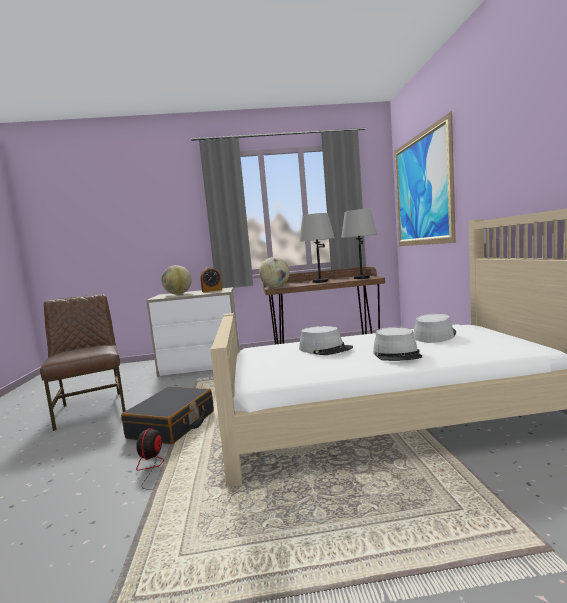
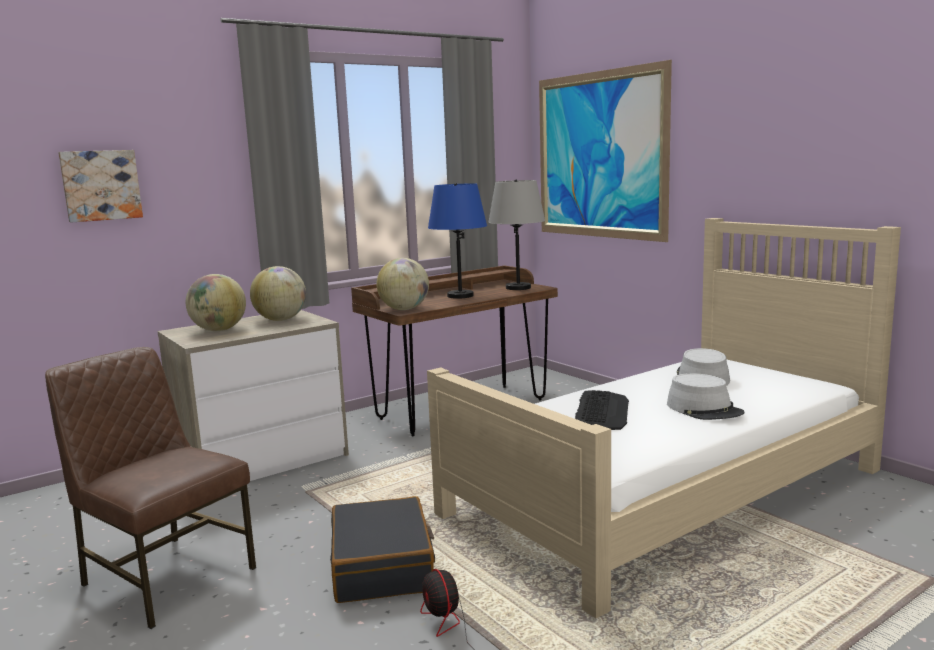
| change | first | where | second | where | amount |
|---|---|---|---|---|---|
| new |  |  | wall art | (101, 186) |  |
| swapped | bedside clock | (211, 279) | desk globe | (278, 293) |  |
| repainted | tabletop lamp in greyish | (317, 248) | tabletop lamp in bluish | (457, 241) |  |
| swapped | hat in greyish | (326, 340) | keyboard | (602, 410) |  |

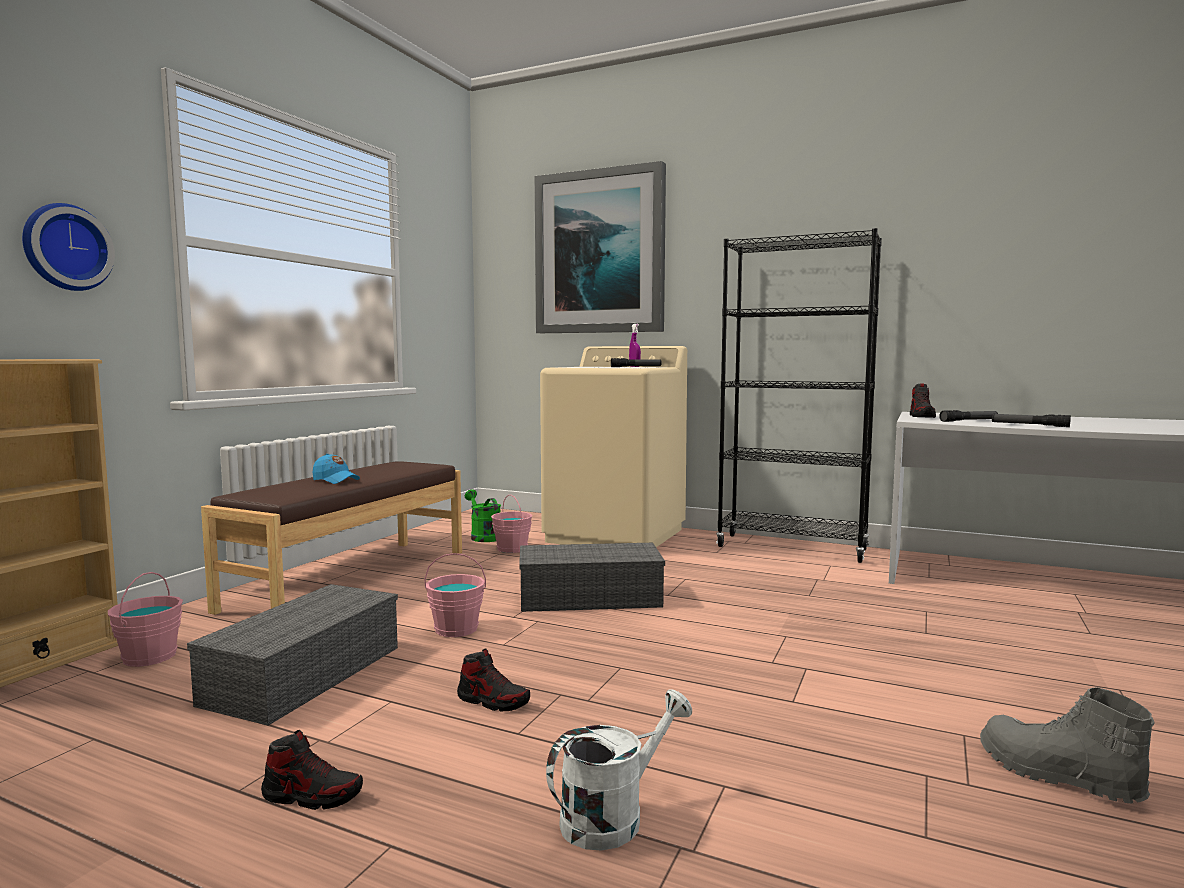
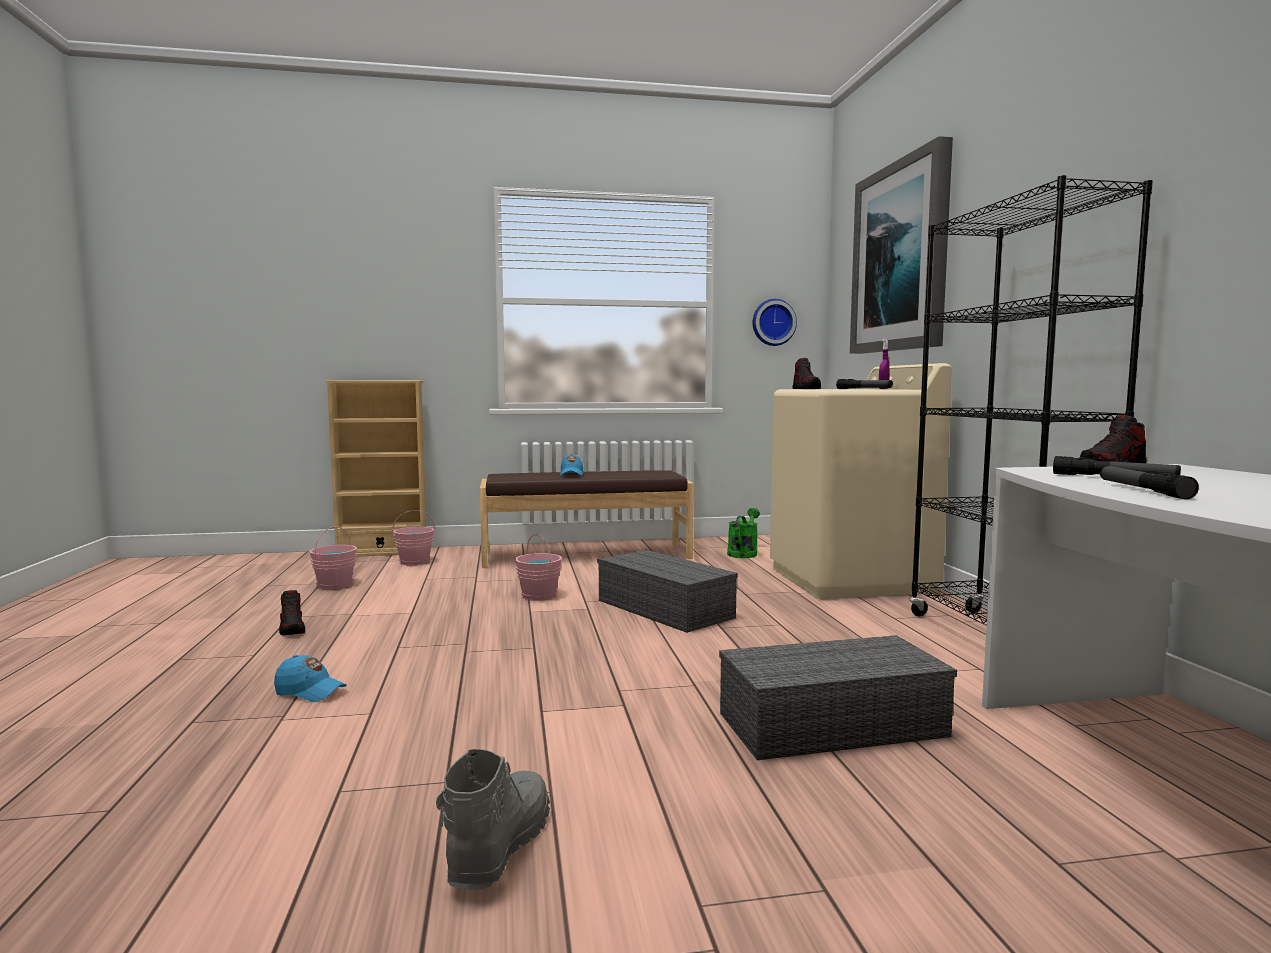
| change | first | where | second | where | amount |
|---|---|---|---|---|---|
| swapped | watering pot in whitish | (619, 770) | baseball cap in bluish | (310, 678) |  |
| shifted | water bucket in pink-coloured | (511, 524) |  | (333, 558) |  |
| shifted | storage box in greyish | (292, 655) |  | (838, 697) |  |
| shifted | wall clock | (68, 247) |  | (775, 322) |  |
| shifted | shoe | (493, 680) |  | (806, 373) |  |

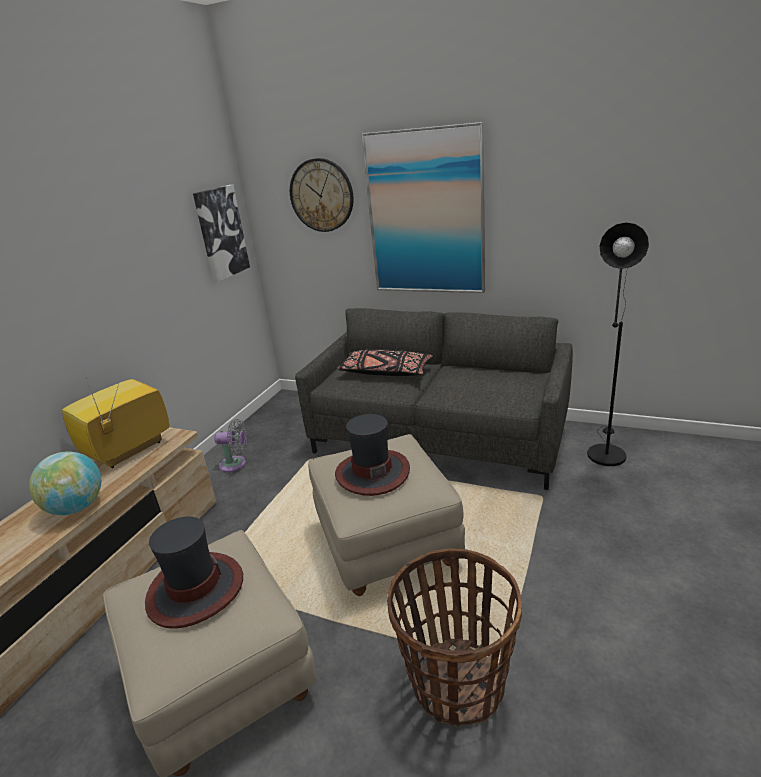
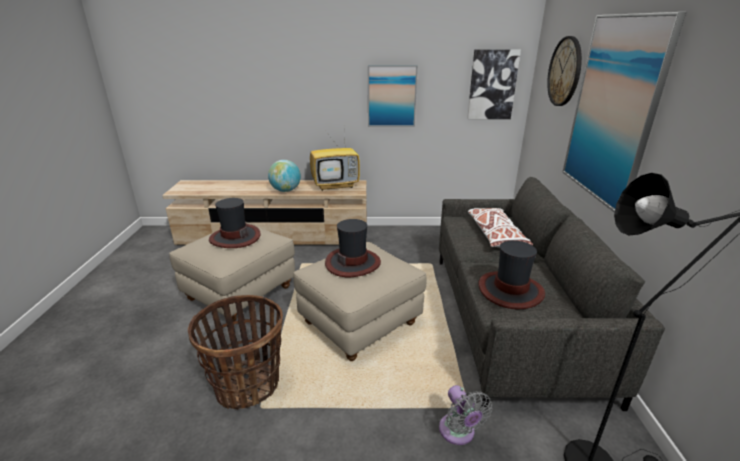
| change | first | where | second | where | amount |
|---|---|---|---|---|---|
| rotated | TV | (115, 419) |  | (335, 159) | 150 degrees clockwise |
| new |  |  | wall art | (393, 96) |  |
| shifted | electric fan in greyish | (230, 445) |  | (465, 415) |  |
| repainted | cushion in black | (385, 362) | cushion in whitish | (500, 228) |  |
| new |  |  | hat | (512, 274) |  |

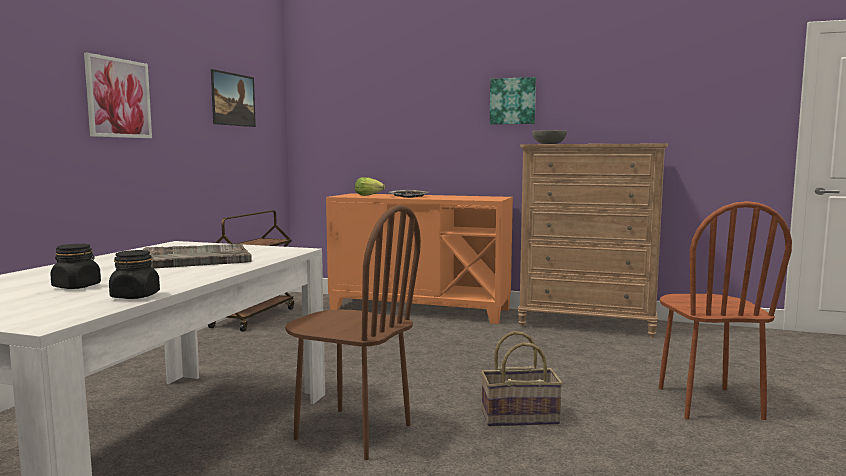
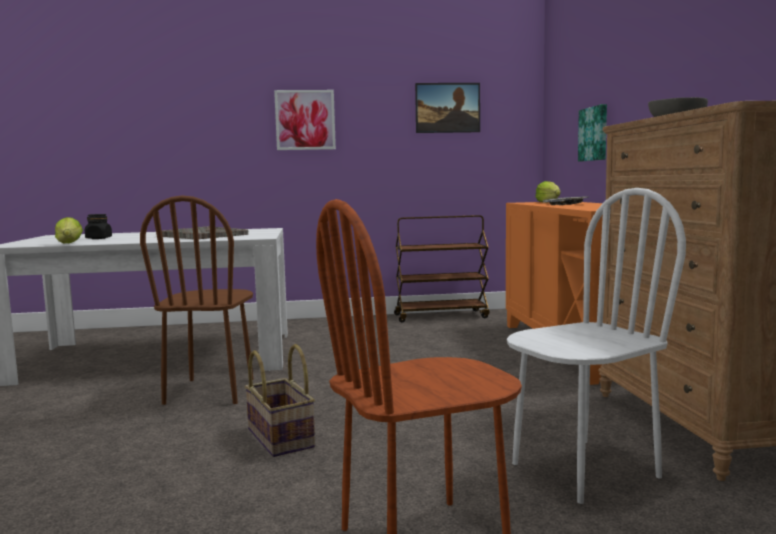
| change | first | where | second | where | amount |
|---|---|---|---|---|---|
| swapped | preserve jar in black | (134, 274) | lettuce head | (69, 230) |  |
| new |  |  | chair in whitish | (596, 346) |  |
| shifted | wall art | (513, 101) |  | (592, 133) |  |

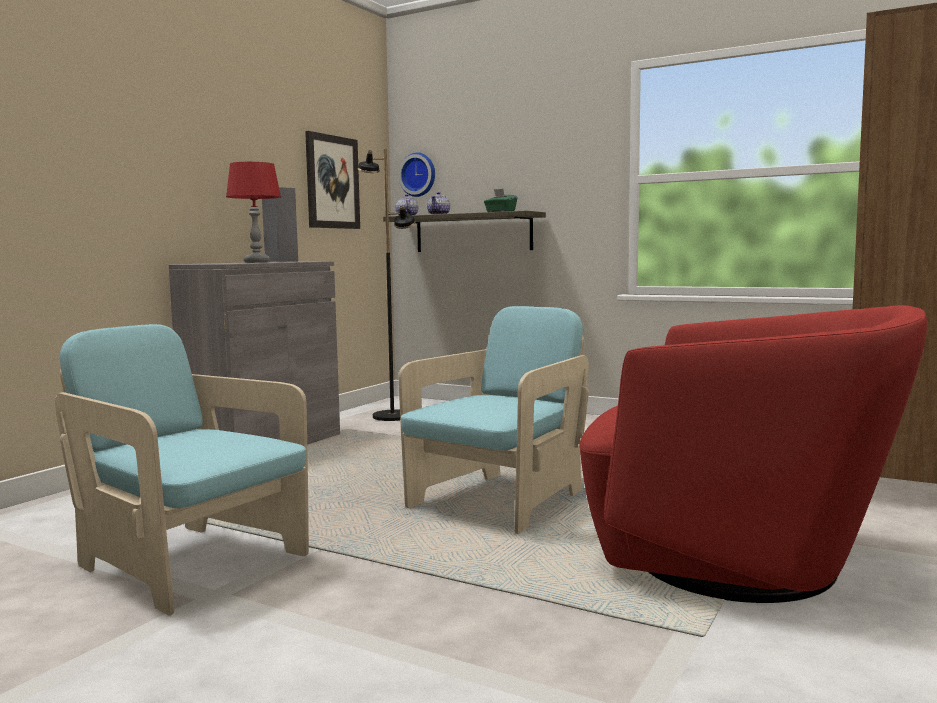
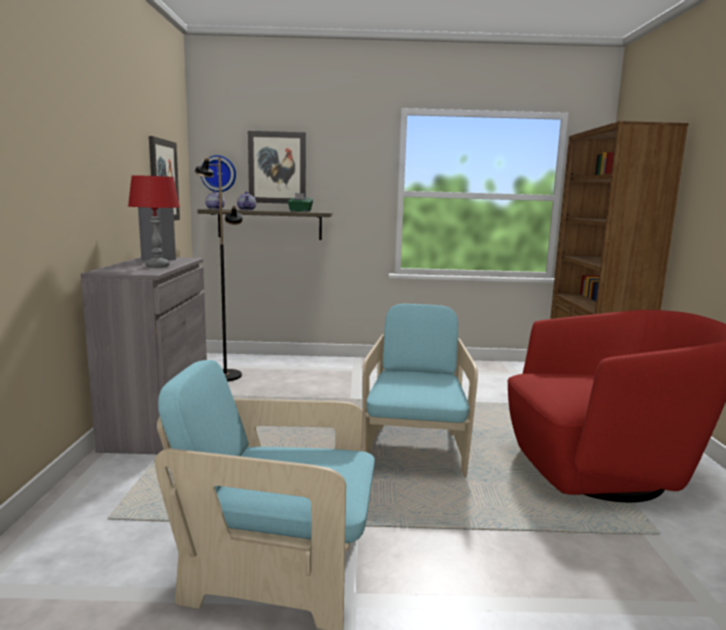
| change | first | where | second | where | amount |
|---|---|---|---|---|---|
| new |  |  | wall art | (277, 167) |  |

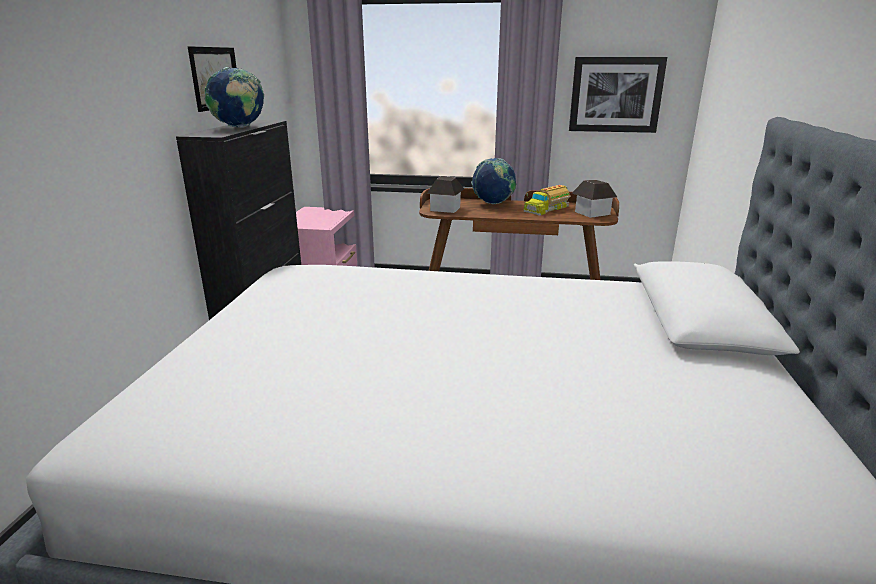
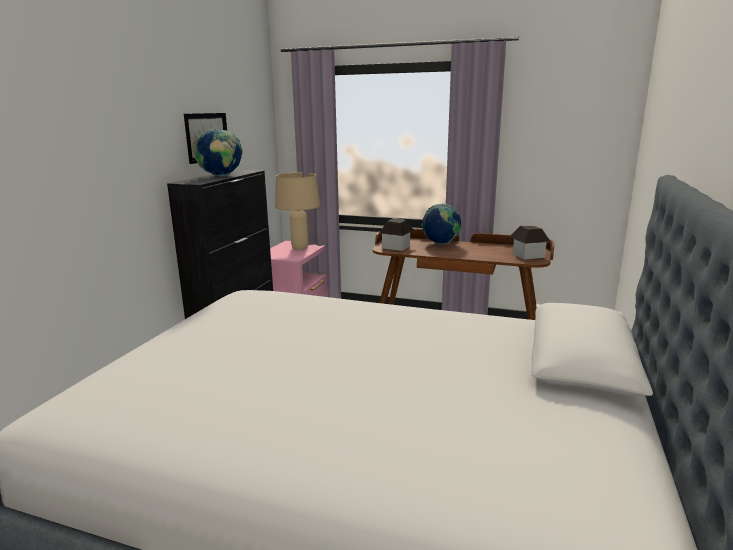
| change | first | where | second | where | amount |
|---|---|---|---|---|---|
| new |  |  | tabletop lamp in beige-coloured | (297, 211) |  |
| gone | model truck | (547, 200) |  |  |  |
| gone | wall art | (618, 95) |  |  |  |

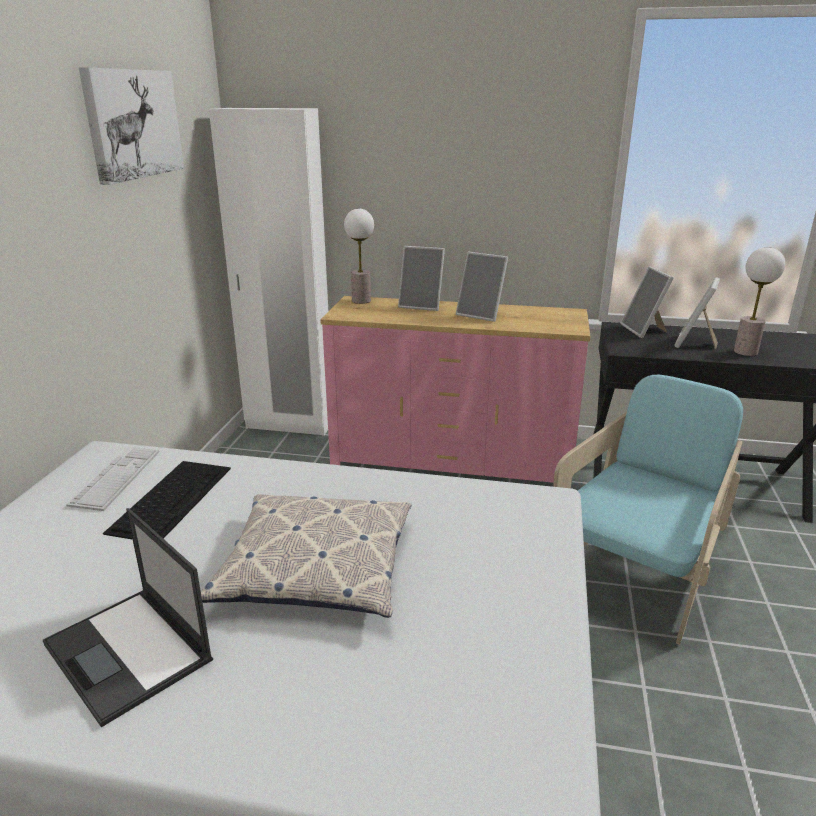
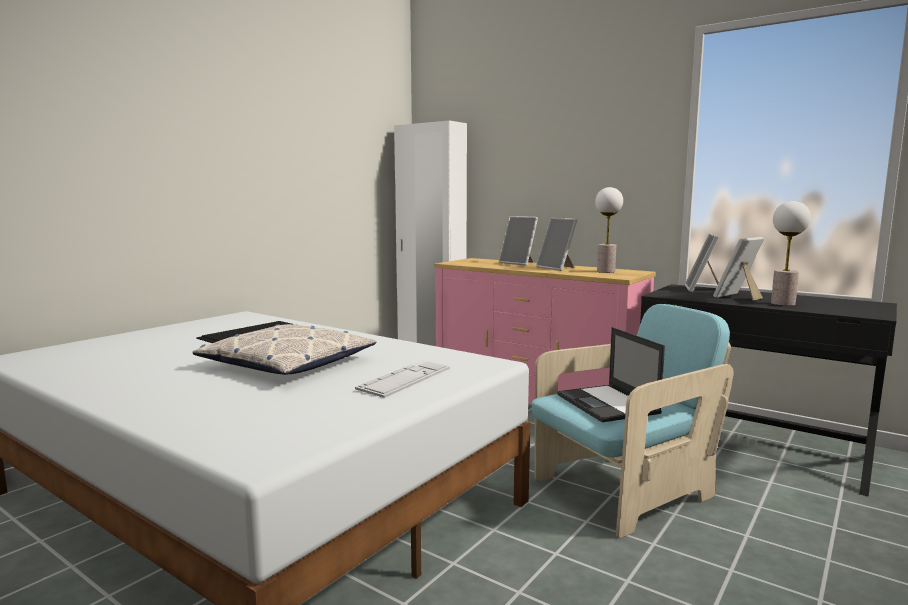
| change | first | where | second | where | amount |
|---|---|---|---|---|---|
| shifted | keyboard | (112, 478) |  | (402, 379) |  |
| shifted | portable computer | (128, 617) |  | (611, 374) |  |
| shifted | tabletop lamp | (359, 256) |  | (609, 230) |  |
| gone | wall art | (131, 126) |  |  |  |

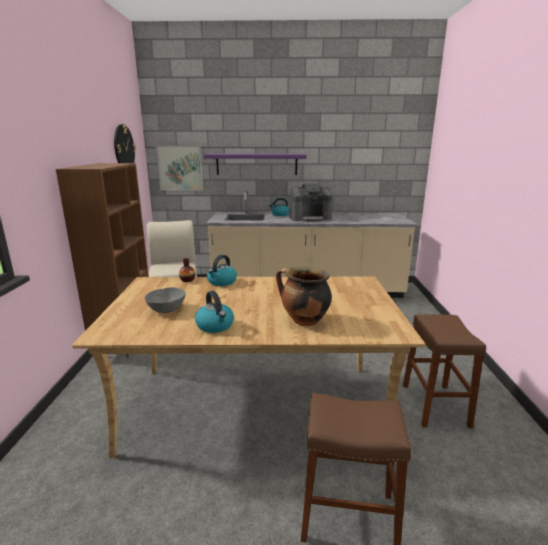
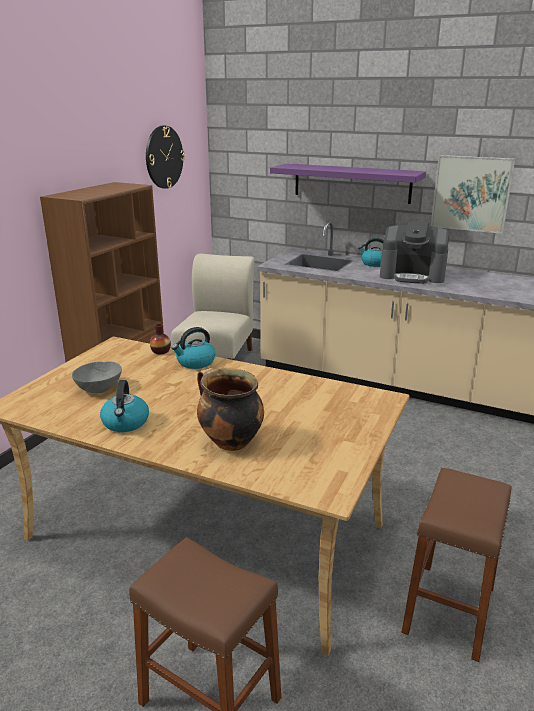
| change | first | where | second | where | amount |
|---|---|---|---|---|---|
| shifted | wall art | (179, 168) |  | (473, 194) |  |

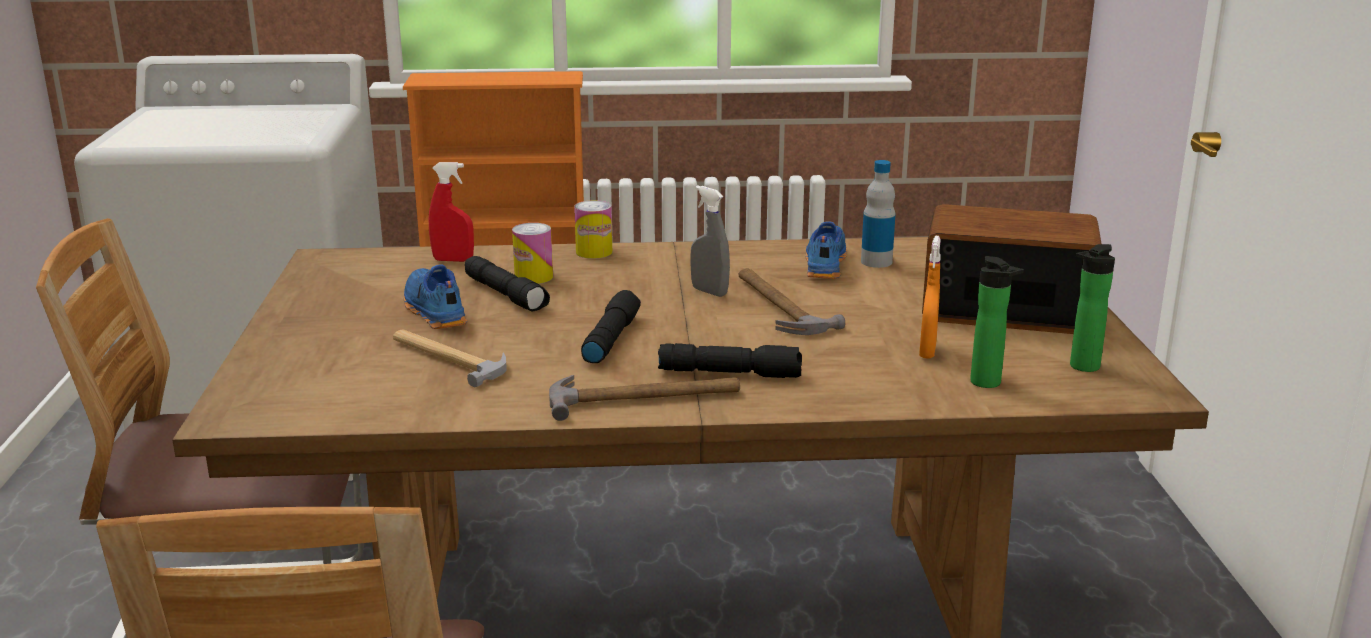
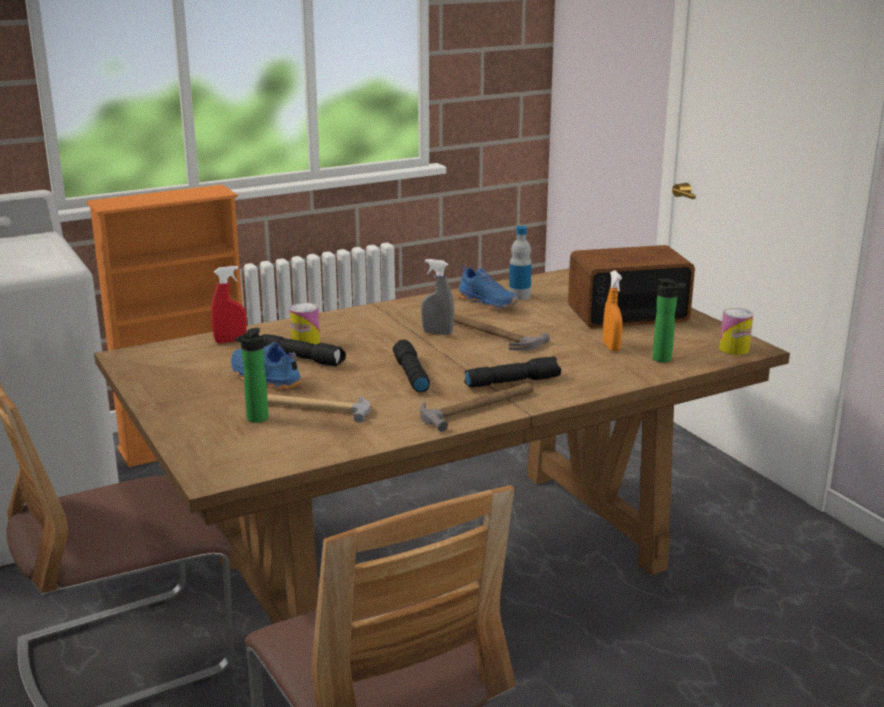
| change | first | where | second | where | amount |
|---|---|---|---|---|---|
| shifted | beverage bottle | (1092, 308) |  | (251, 375) |  |
| rotated | shoe in bluish | (826, 250) |  | (487, 287) | 150 degrees clockwise |
| shifted | sealed can | (593, 229) |  | (736, 331) |  |

